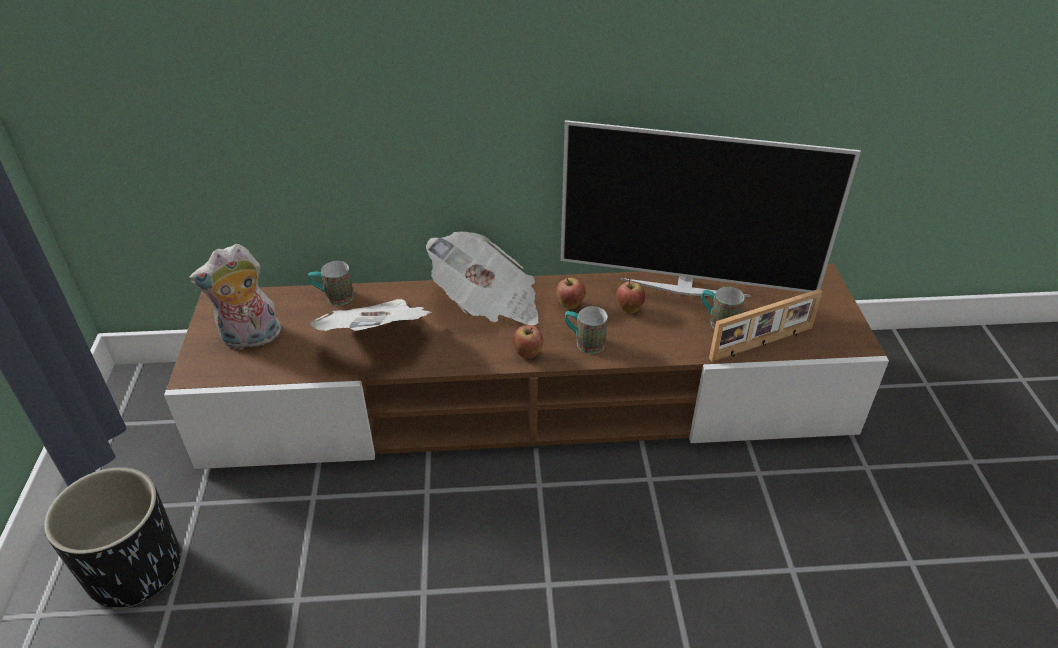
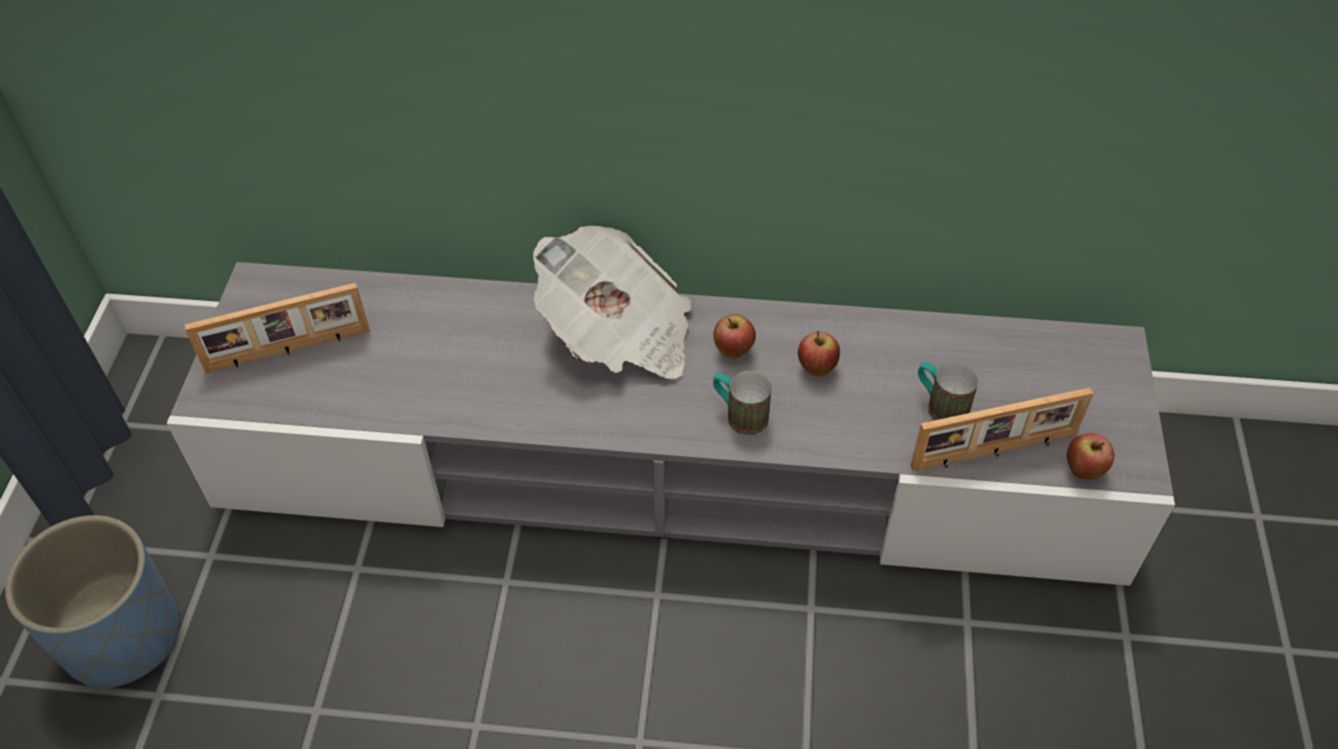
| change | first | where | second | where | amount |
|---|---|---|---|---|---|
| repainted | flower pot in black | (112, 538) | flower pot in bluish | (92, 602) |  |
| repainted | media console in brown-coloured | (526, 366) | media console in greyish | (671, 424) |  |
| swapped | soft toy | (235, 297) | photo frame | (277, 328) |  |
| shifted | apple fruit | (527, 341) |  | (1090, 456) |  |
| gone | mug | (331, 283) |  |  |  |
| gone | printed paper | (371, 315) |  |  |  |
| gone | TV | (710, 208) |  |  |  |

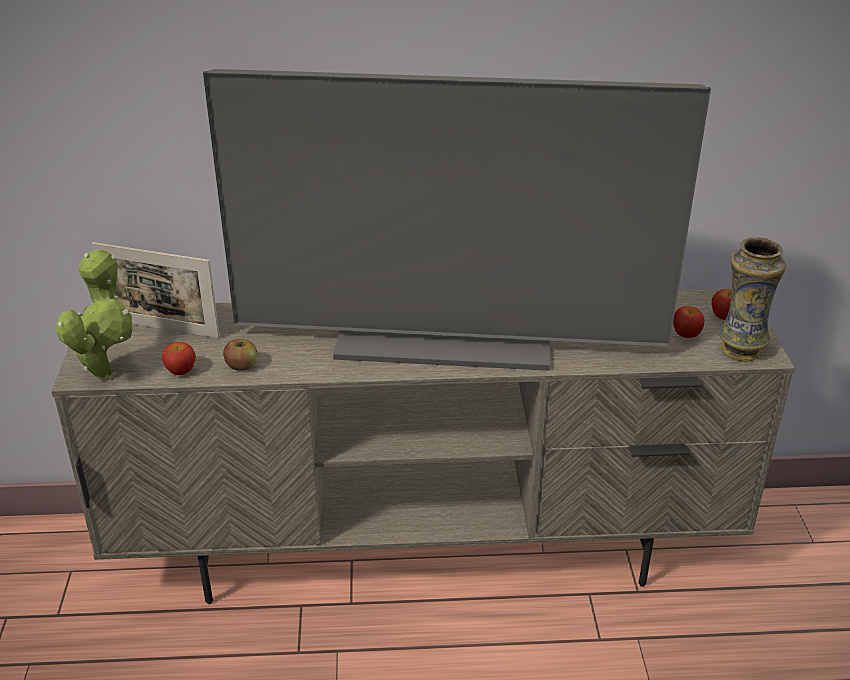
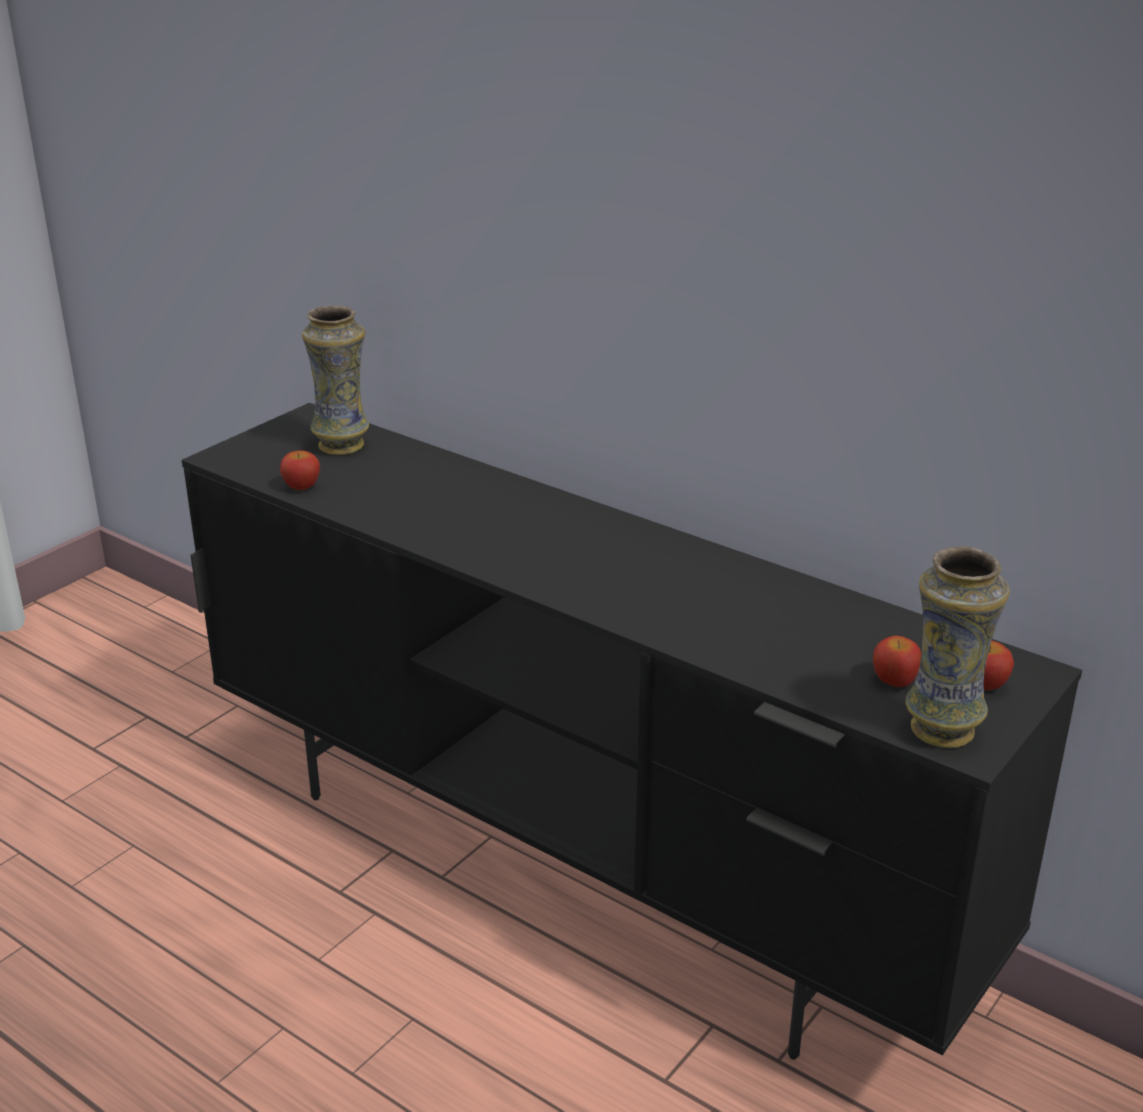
| change | first | where | second | where | amount |
|---|---|---|---|---|---|
| repainted | media console in beige-coloured | (423, 446) | media console in black | (632, 731) |  |
| swapped | photo frame | (156, 290) | flower vase | (335, 380) |  |
| gone | potted plant | (95, 315) |  |  |  |
| gone | TV | (457, 220) |  |  |  |
| gone | apple fruit | (240, 355) |  |  |  |

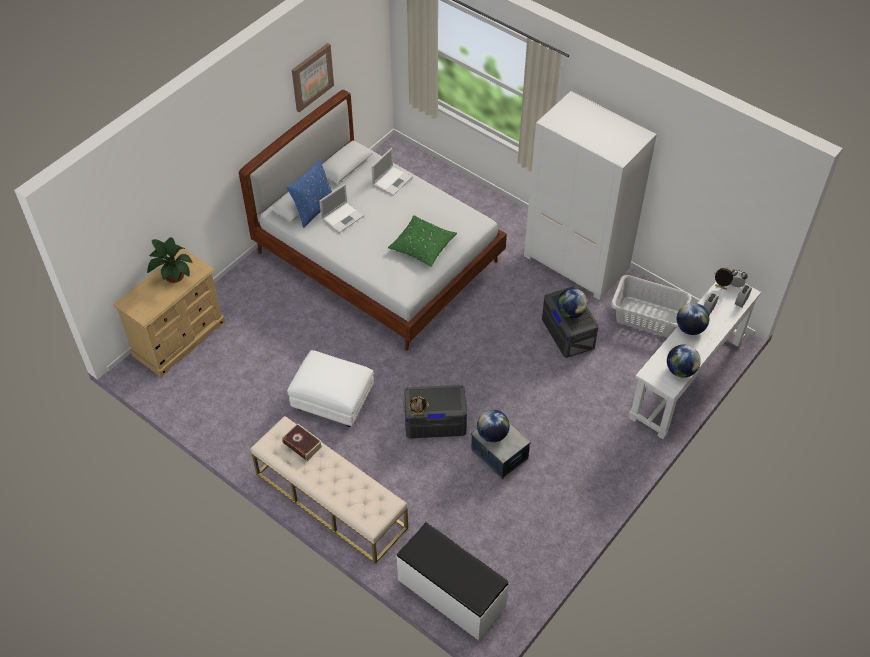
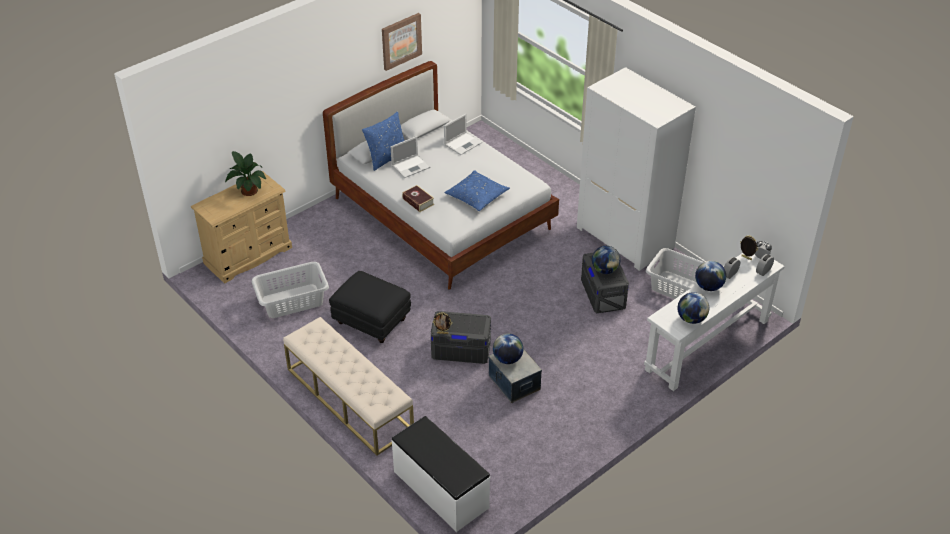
| change | first | where | second | where | amount |
|---|---|---|---|---|---|
| new |  |  | hamper in greyish | (290, 290) |  |
| repainted | ottoman in whitish | (330, 388) | ottoman in black | (370, 307) |  |
| shifted | bound book | (302, 442) |  | (418, 198) |  |
| repainted | cushion in green | (422, 241) | cushion in bluish | (477, 190) |  |

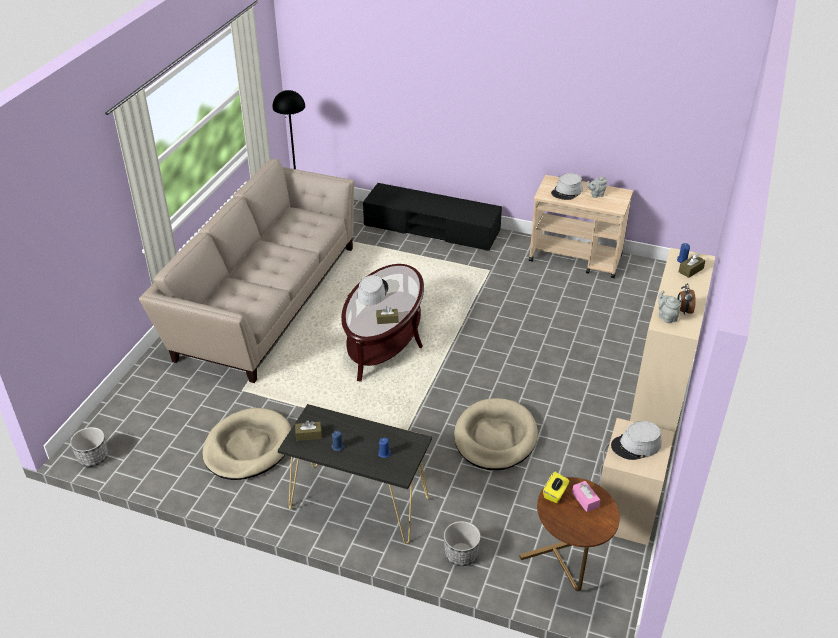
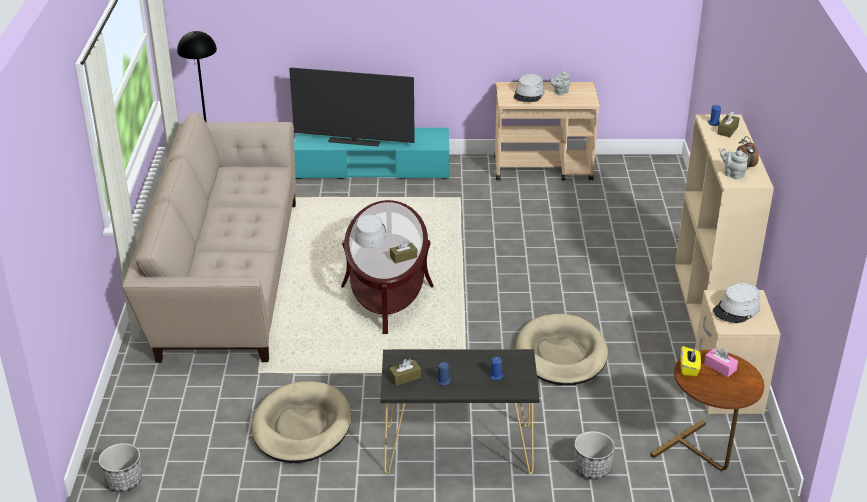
| change | first | where | second | where | amount |
|---|---|---|---|---|---|
| new |  |  | TV | (352, 106) |  |
| repainted | media console in black | (432, 217) | media console in blue-green | (371, 153) |  |

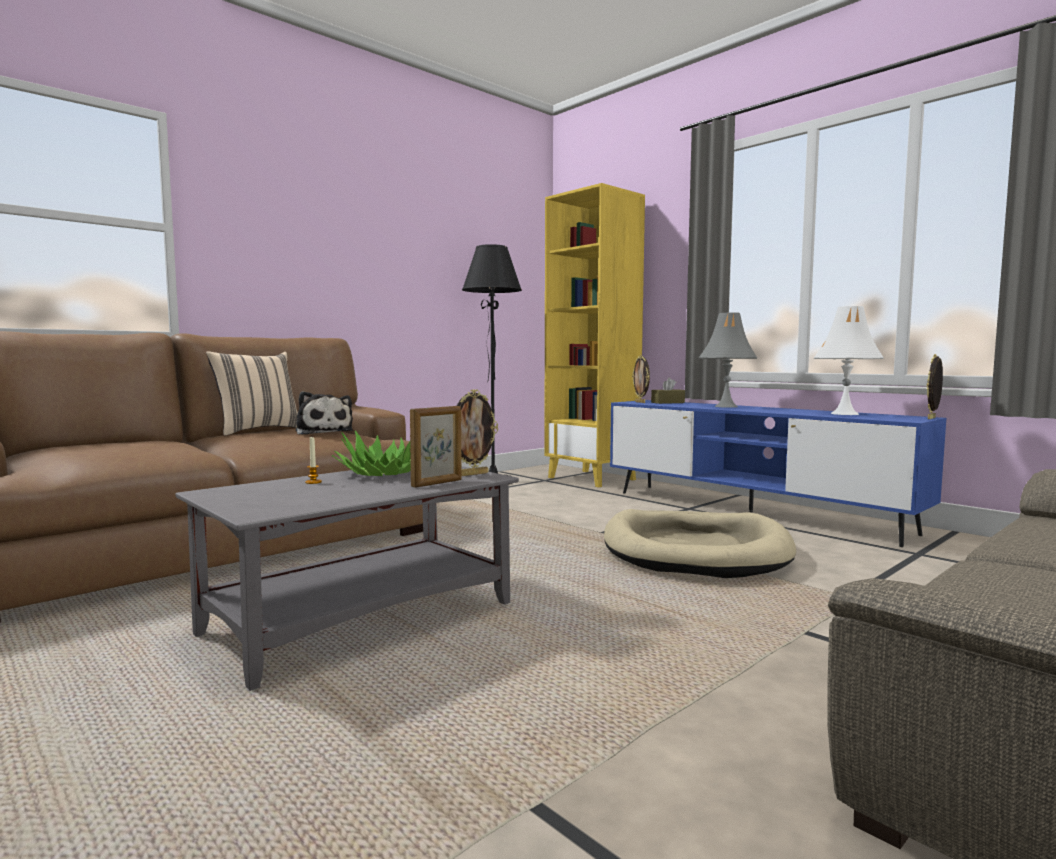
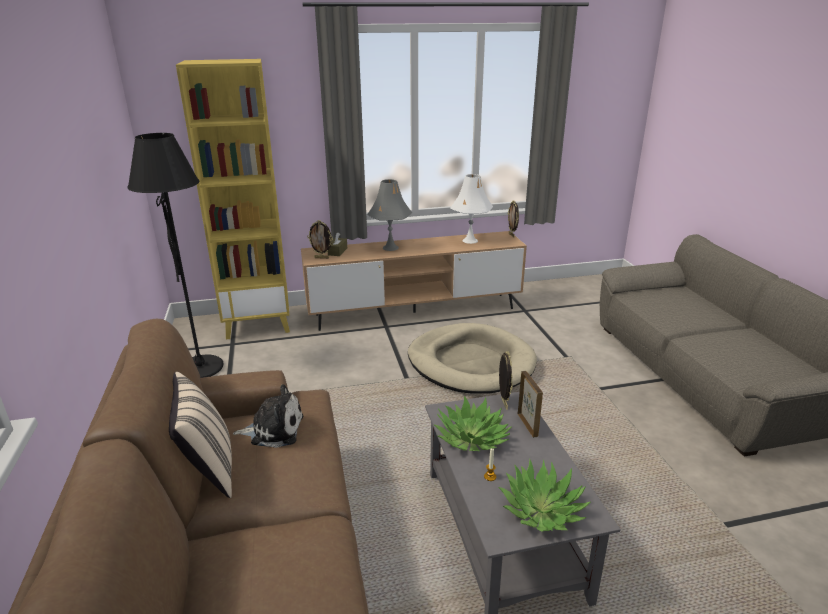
| change | first | where | second | where | amount |
|---|---|---|---|---|---|
| repainted | media console in bluish | (778, 473) | media console in brown-coloured | (414, 281) |  |
| new |  |  | potted plant | (544, 495) |  |

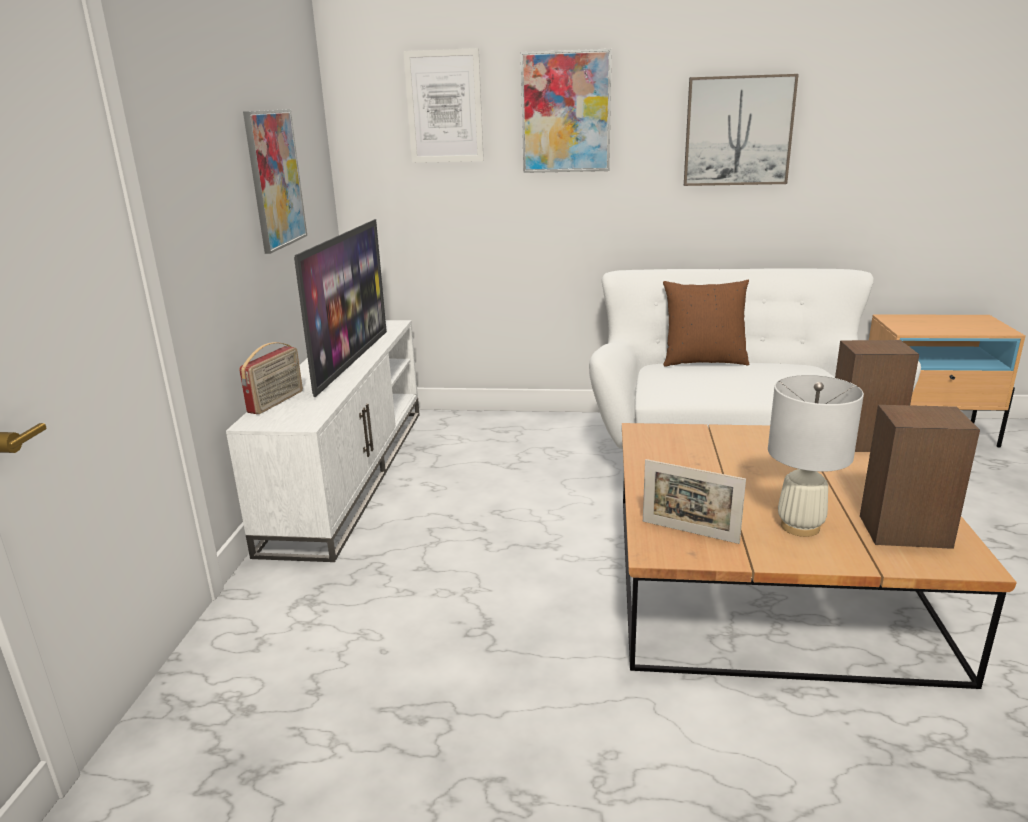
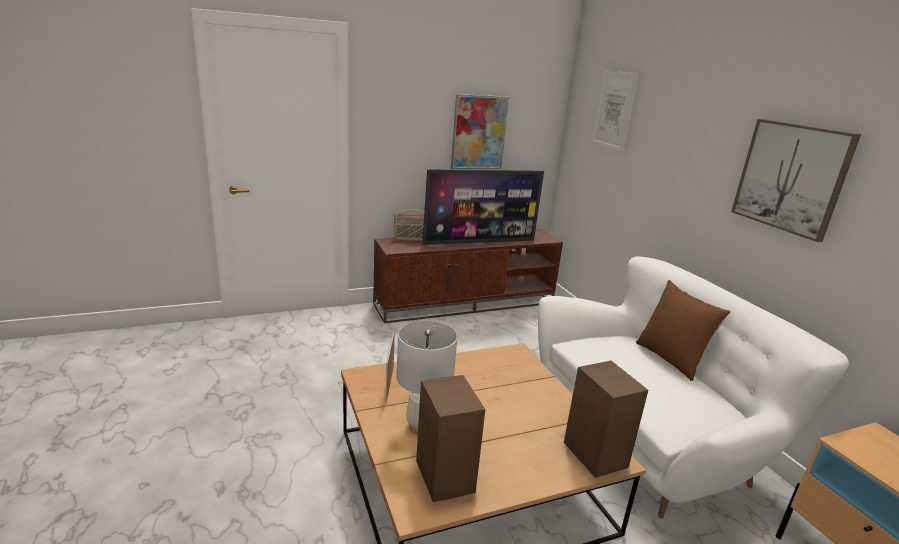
| change | first | where | second | where | amount |
|---|---|---|---|---|---|
| repainted | media console in whitish | (322, 441) | media console in brown-coloured | (468, 276) |  |
| gone | wall art | (566, 111) |  |  |  |

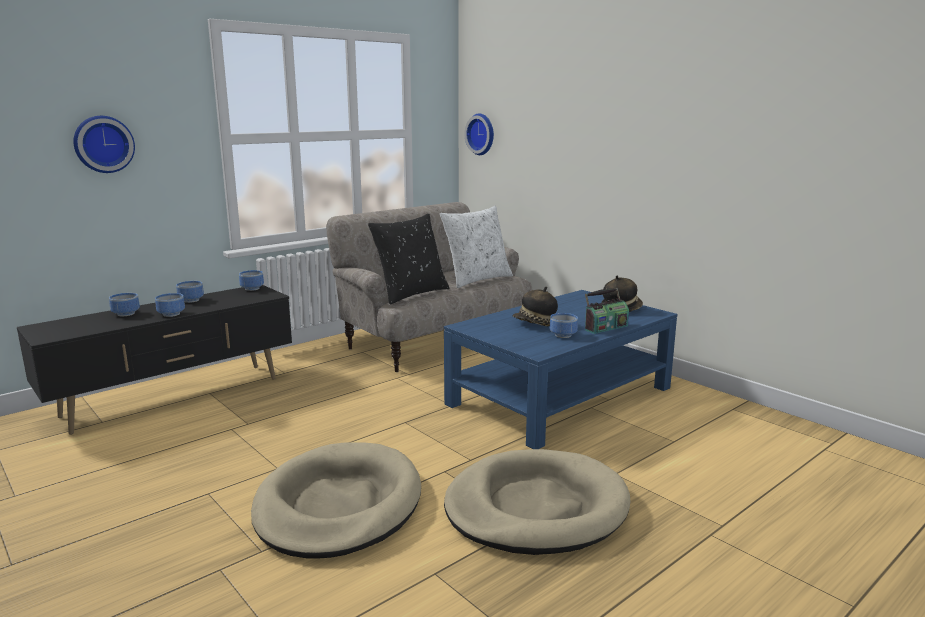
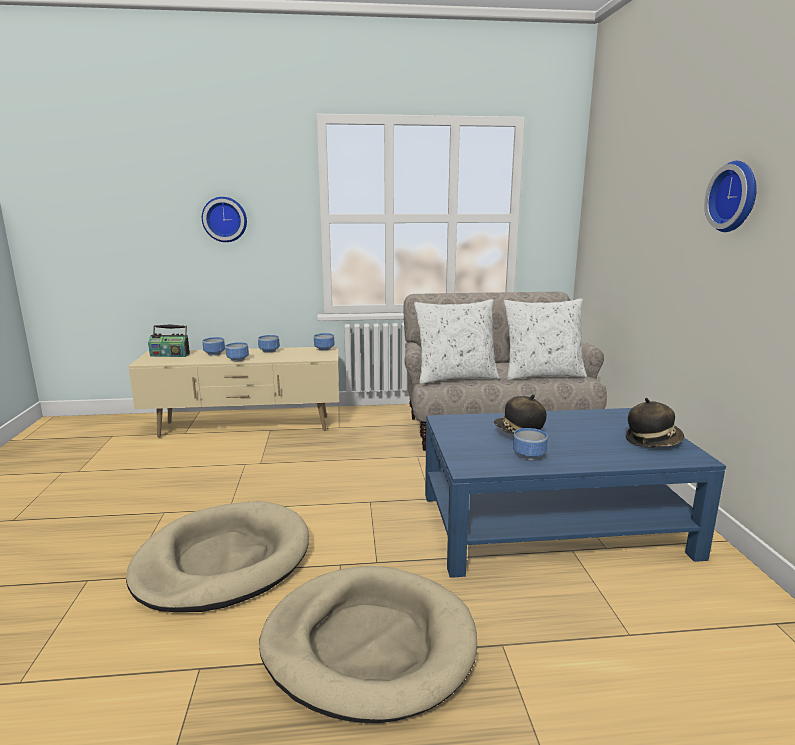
| change | first | where | second | where | amount |
|---|---|---|---|---|---|
| repainted | media console in black | (154, 360) | media console in beige-coloured | (233, 391) |  |
| shifted | radio set | (607, 311) |  | (169, 341) |  |
| repainted | cushion in black | (408, 258) | cushion in whitish | (457, 341) |  |
| shifted | wall clock | (479, 134) |  | (730, 196) |  |

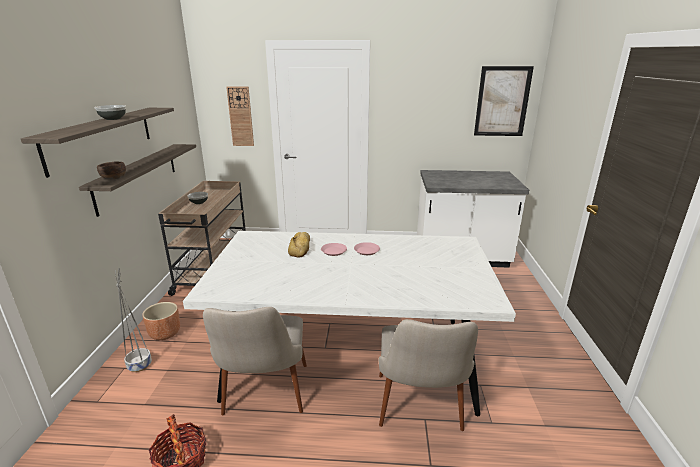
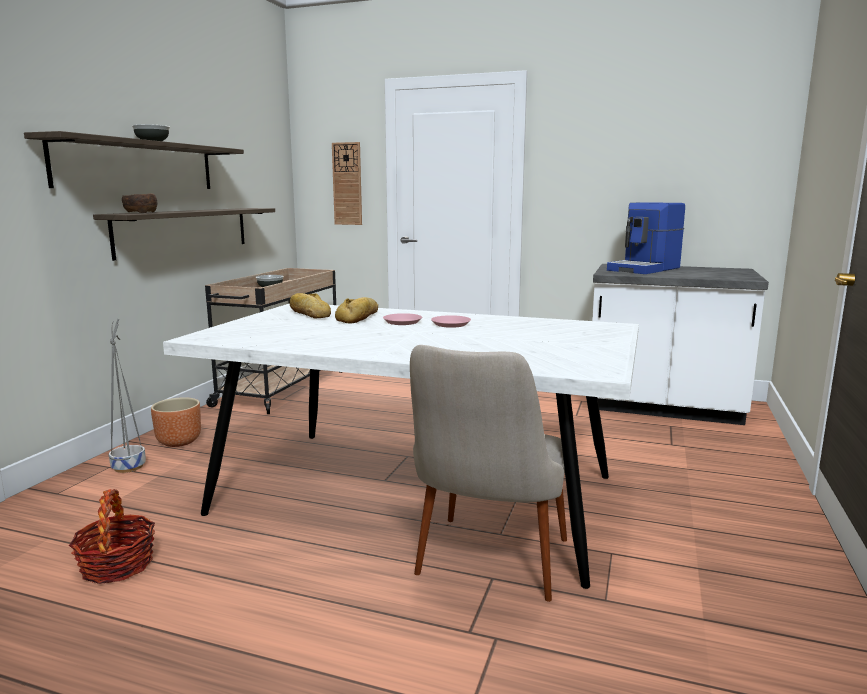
| change | first | where | second | where | amount |
|---|---|---|---|---|---|
| new |  |  | bakery bread | (310, 305) |  |
| new |  |  | coffee machine | (646, 238) |  |
| gone | chair in beige-coloured | (255, 361) |  |  |  |
| gone | wall art | (504, 101) |  |  |  |

